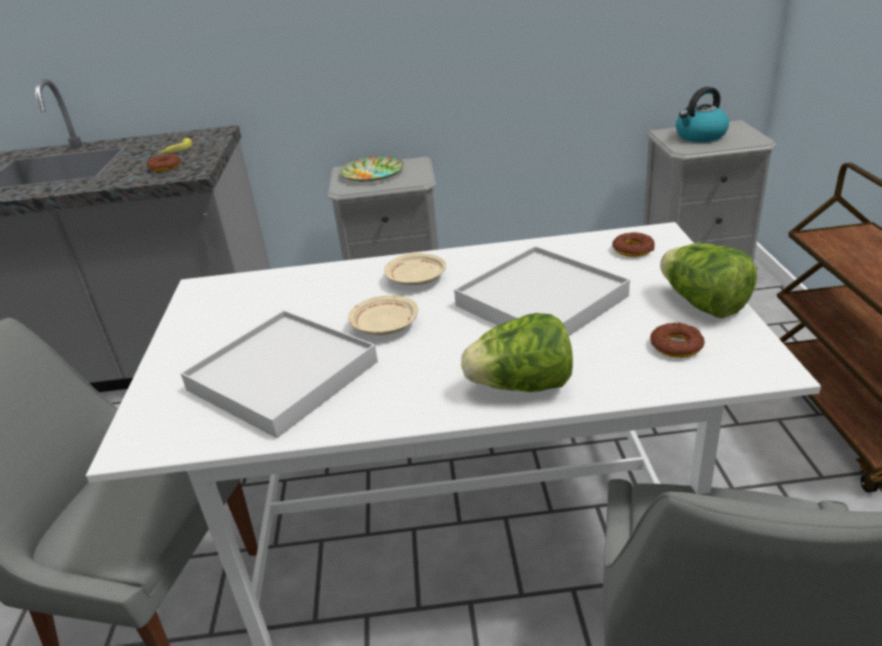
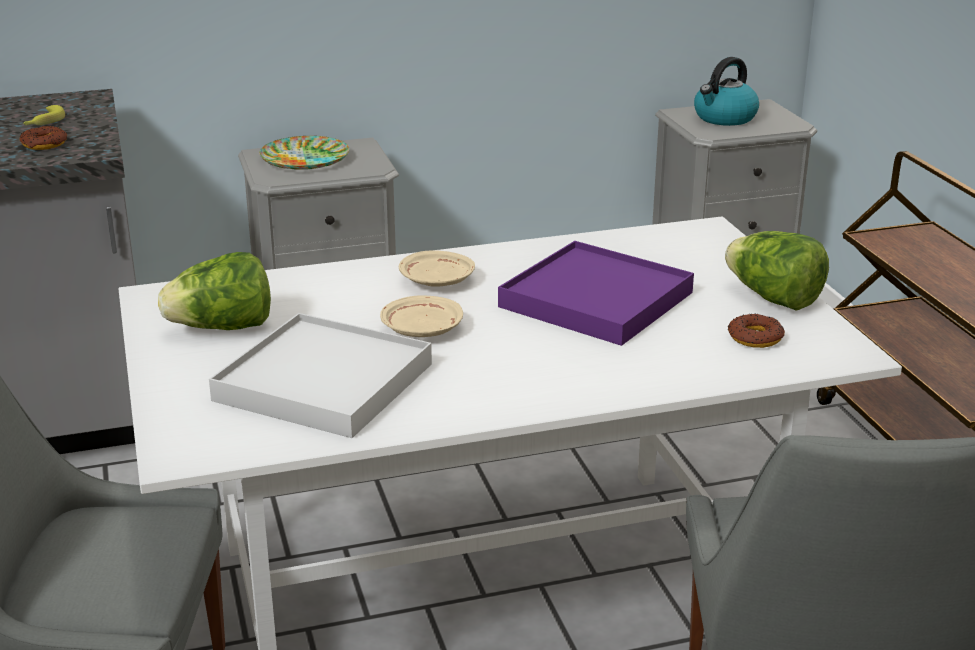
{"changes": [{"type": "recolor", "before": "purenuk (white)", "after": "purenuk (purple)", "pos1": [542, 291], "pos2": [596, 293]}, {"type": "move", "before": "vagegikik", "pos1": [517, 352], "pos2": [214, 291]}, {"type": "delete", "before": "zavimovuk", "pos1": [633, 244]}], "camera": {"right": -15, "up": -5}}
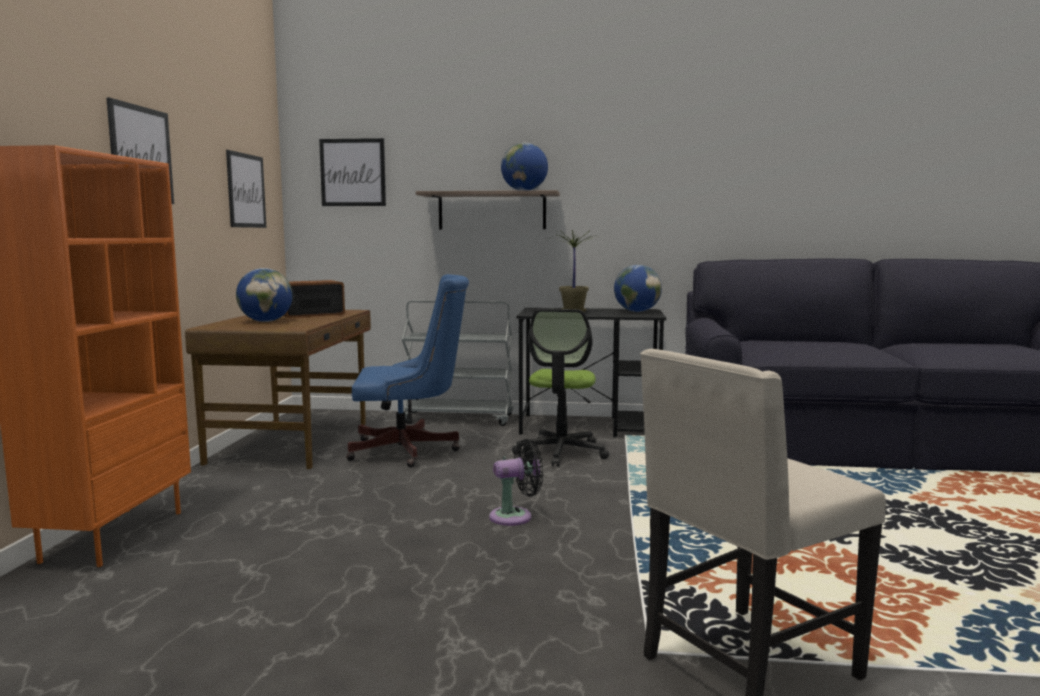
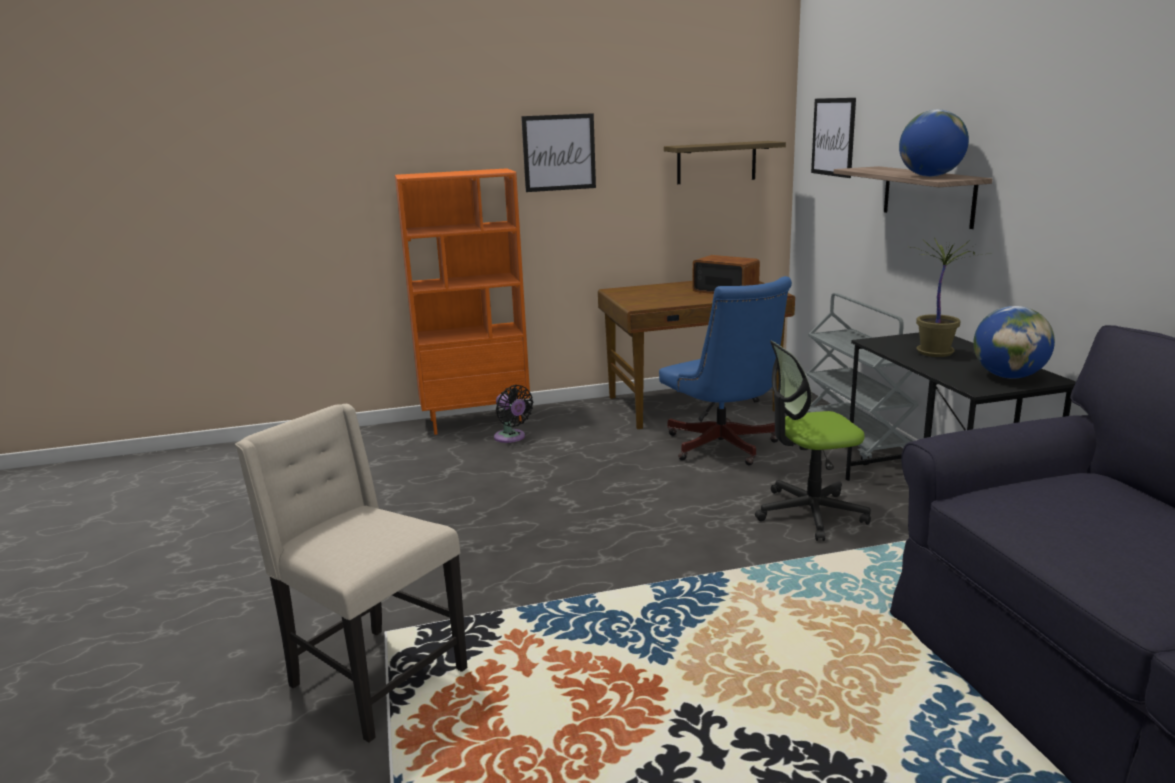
{"changes": [{"type": "replace", "before": "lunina", "after": "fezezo", "pos1": [246, 189], "pos2": [725, 162]}, {"type": "delete", "before": "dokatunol", "pos1": [264, 295]}, {"type": "move", "before": "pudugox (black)", "pos1": [516, 482], "pos2": [513, 414]}], "camera": {"right": 70, "up": 10}}
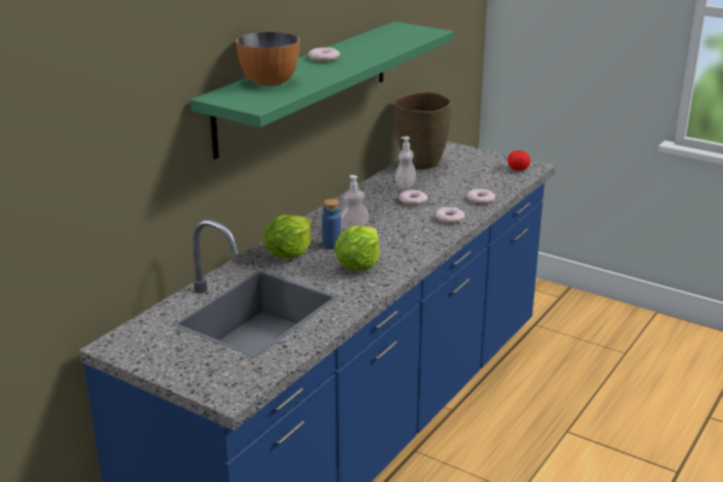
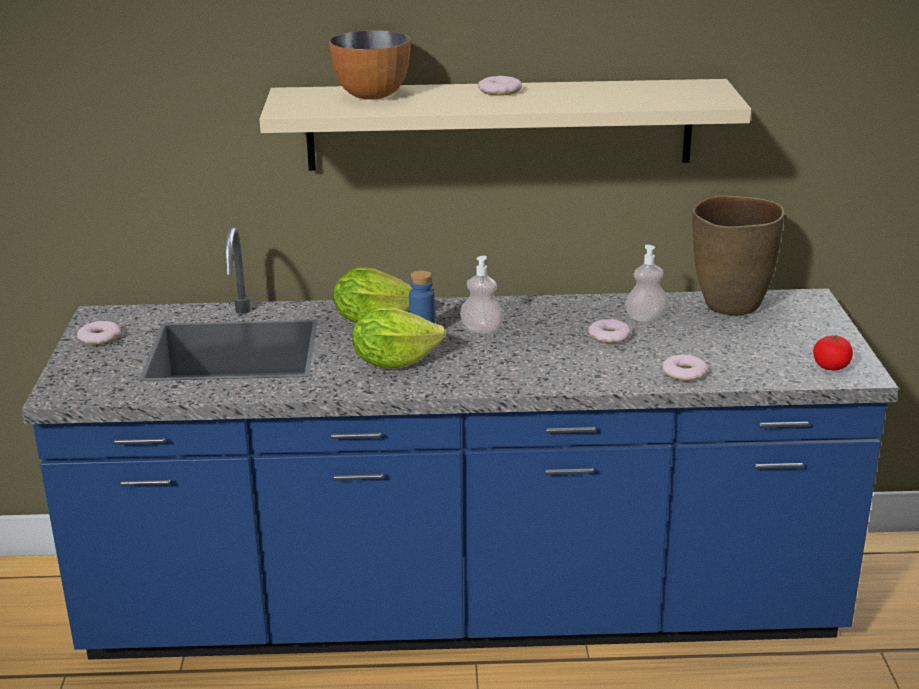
{"changes": [{"type": "recolor", "before": "fezezo (green)", "after": "fezezo (beige)", "pos1": [322, 90], "pos2": [505, 125]}, {"type": "move", "before": "zavimovuk", "pos1": [450, 215], "pos2": [99, 333]}], "camera": {"right": 55, "up": 0}}
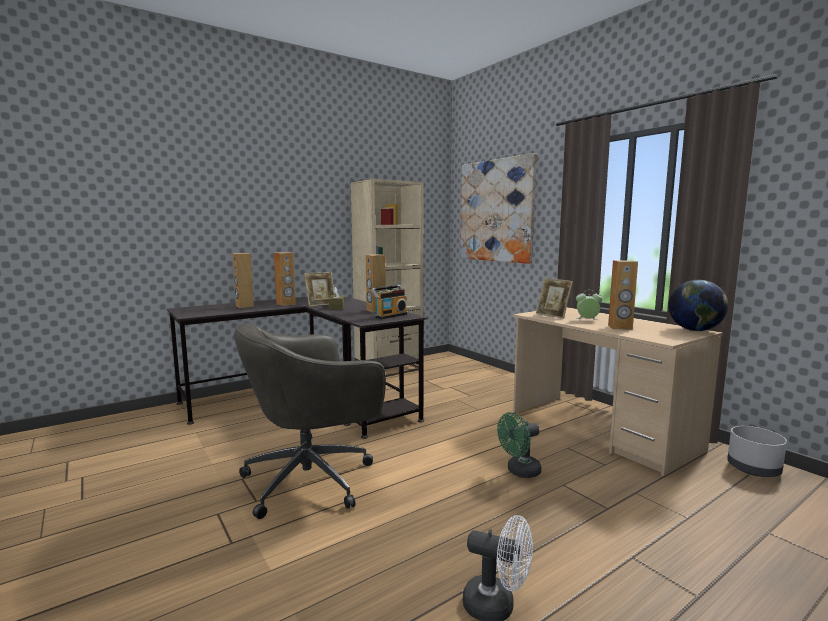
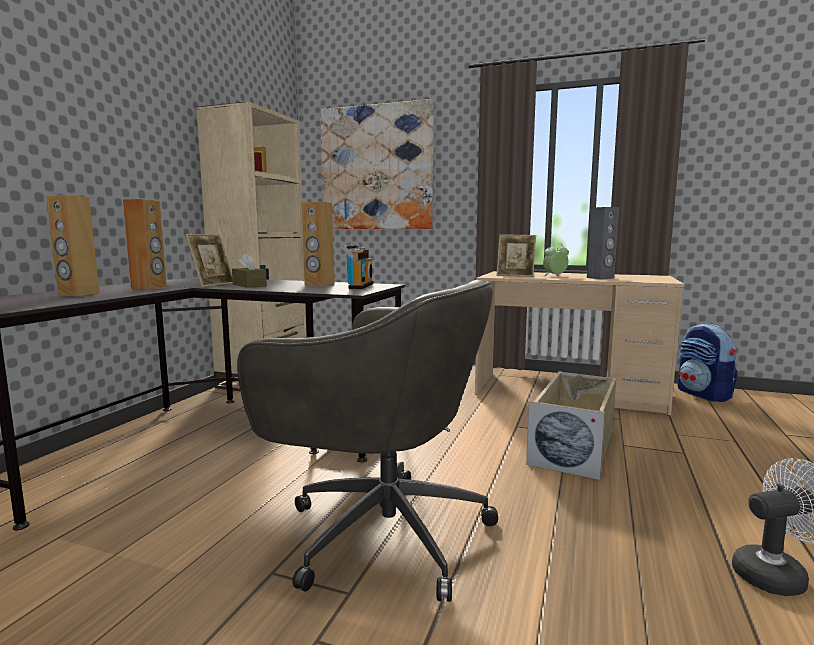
{"changes": [{"type": "rotate", "before": "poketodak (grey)", "pos1": [310, 421], "pos2": [367, 441], "turn": -90}, {"type": "replace", "before": "pudugox (green)", "after": "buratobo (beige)", "pos1": [519, 445], "pos2": [571, 425]}, {"type": "recolor", "before": "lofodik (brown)", "after": "lofodik (grey)", "pos1": [623, 295], "pos2": [603, 243]}, {"type": "delete", "before": "dokatunol", "pos1": [698, 305]}, {"type": "replace", "before": "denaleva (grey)", "after": "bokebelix", "pos1": [757, 451], "pos2": [707, 363]}], "camera": {"right": -35, "up": 0}}
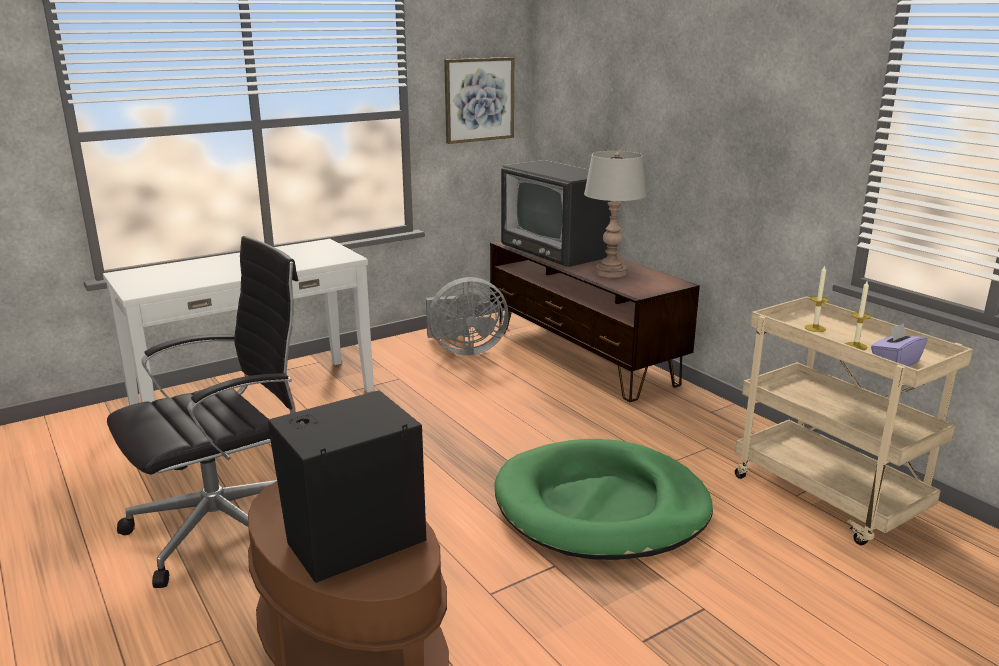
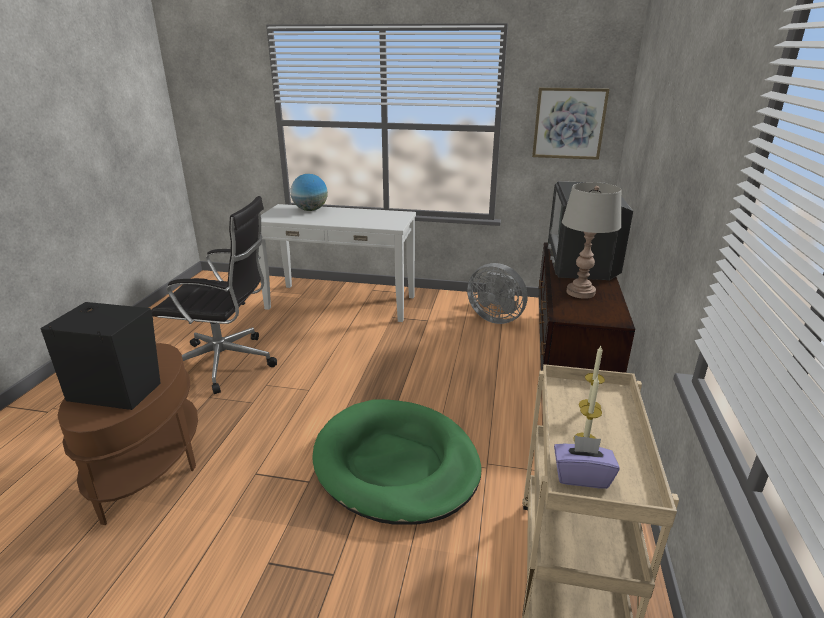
{"changes": [{"type": "insert", "after": "dokatunol", "pos2": [309, 192]}], "camera": {"right": 45, "up": 5}}
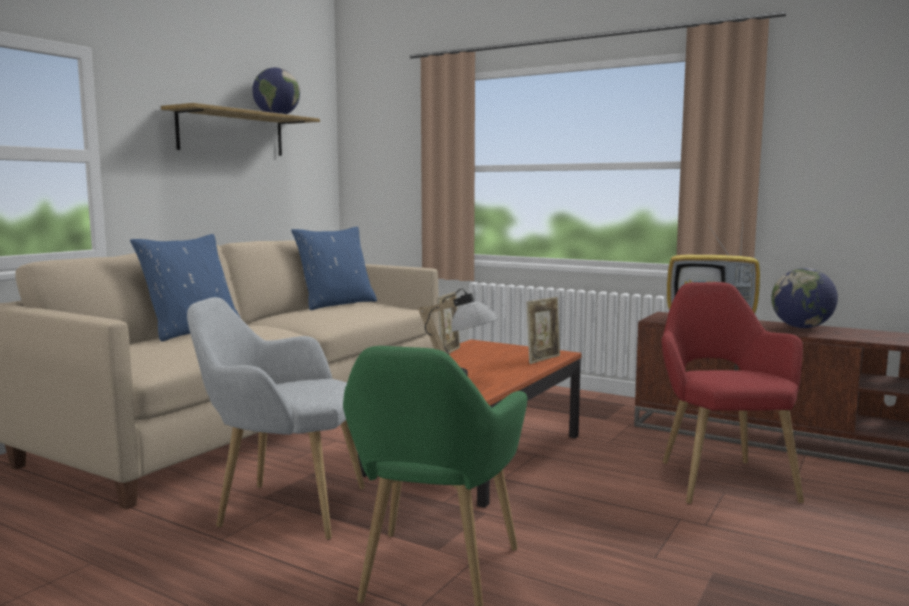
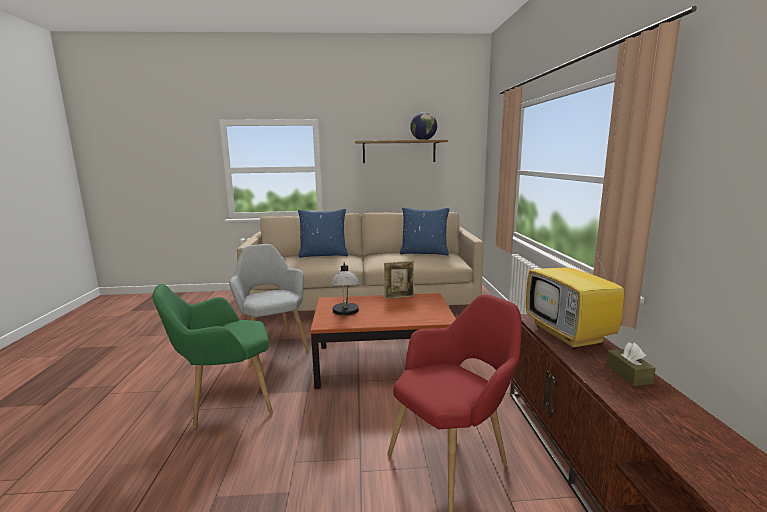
{"changes": [{"type": "delete", "before": "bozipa", "pos1": [543, 330]}, {"type": "replace", "before": "dokatunol", "after": "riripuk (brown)", "pos1": [804, 298], "pos2": [631, 364]}], "camera": {"right": 55, "up": 5}}
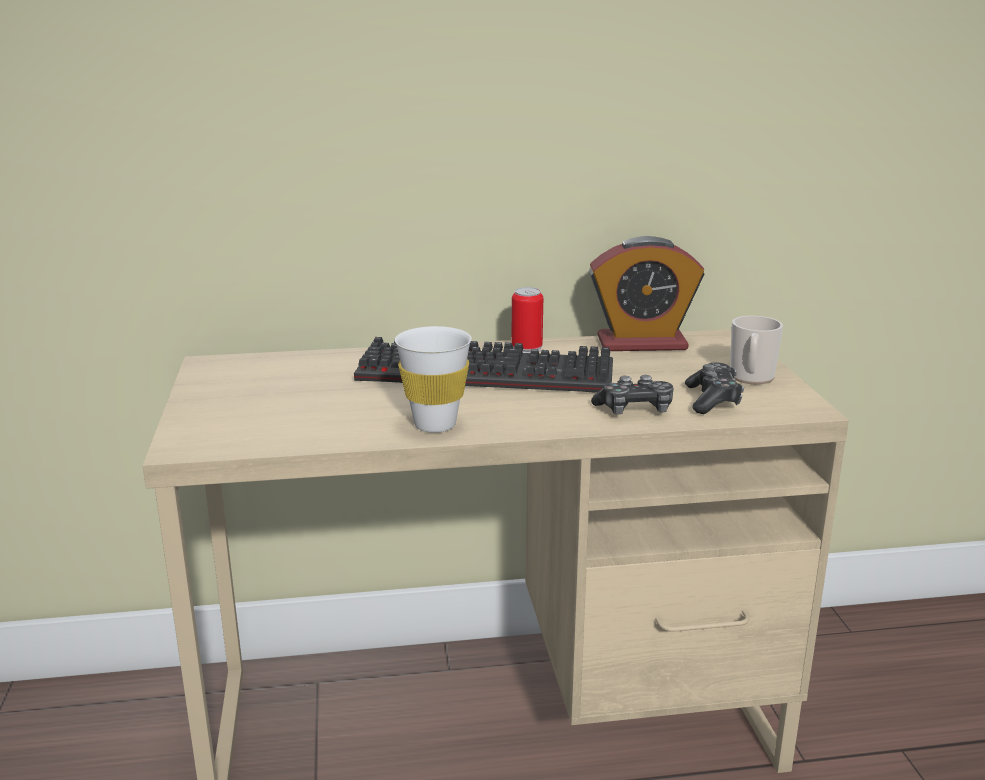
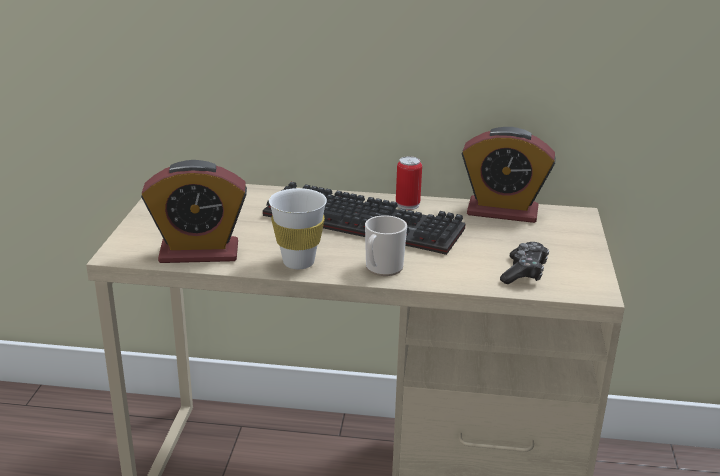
{"changes": [{"type": "delete", "before": "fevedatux", "pos1": [632, 395]}, {"type": "move", "before": "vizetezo", "pos1": [756, 350], "pos2": [386, 245]}, {"type": "insert", "after": "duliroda", "pos2": [194, 211]}], "camera": {"right": 15, "up": 5}}
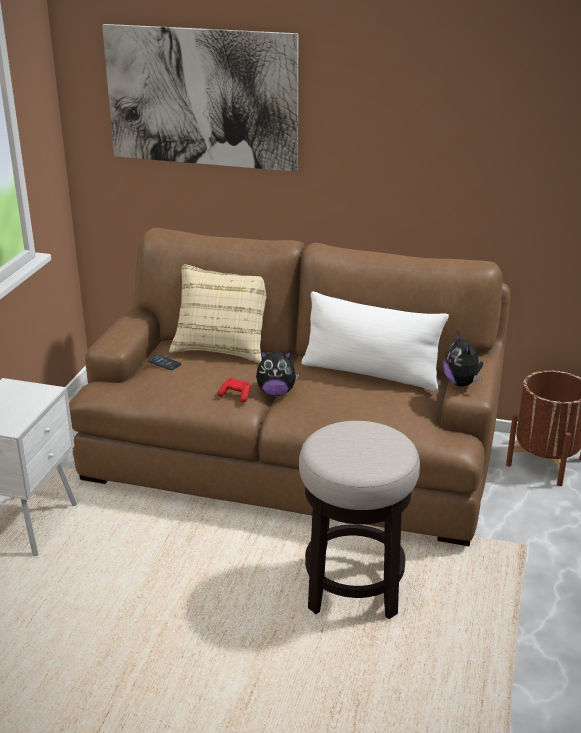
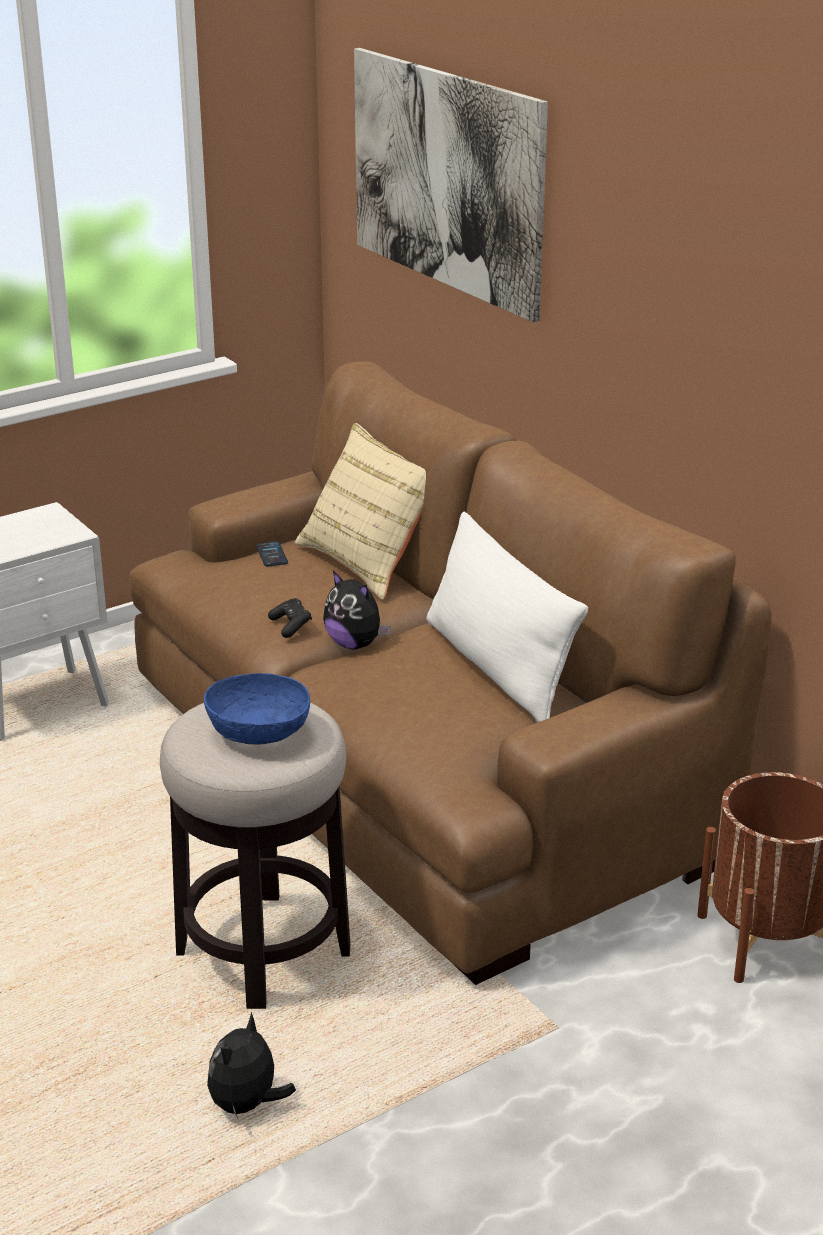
{"changes": [{"type": "recolor", "before": "fevedatux (red)", "after": "fevedatux (black)", "pos1": [234, 390], "pos2": [290, 618]}, {"type": "move", "before": "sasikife", "pos1": [463, 359], "pos2": [251, 1065]}, {"type": "insert", "after": "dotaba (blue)", "pos2": [257, 708]}], "camera": {"right": 40, "up": 0}}
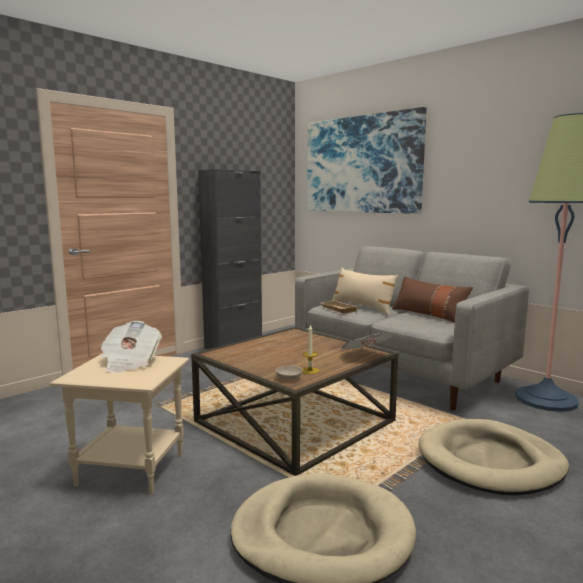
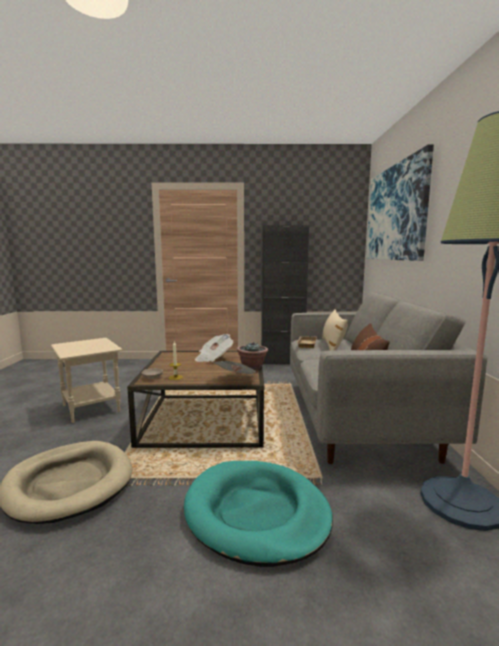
{"changes": [{"type": "move", "before": "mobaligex", "pos1": [131, 347], "pos2": [214, 348]}, {"type": "recolor", "before": "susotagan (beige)", "after": "susotagan (turquoise)", "pos1": [494, 457], "pos2": [258, 514]}, {"type": "insert", "after": "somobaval", "pos2": [252, 356]}], "camera": {"right": 45, "up": 0}}
